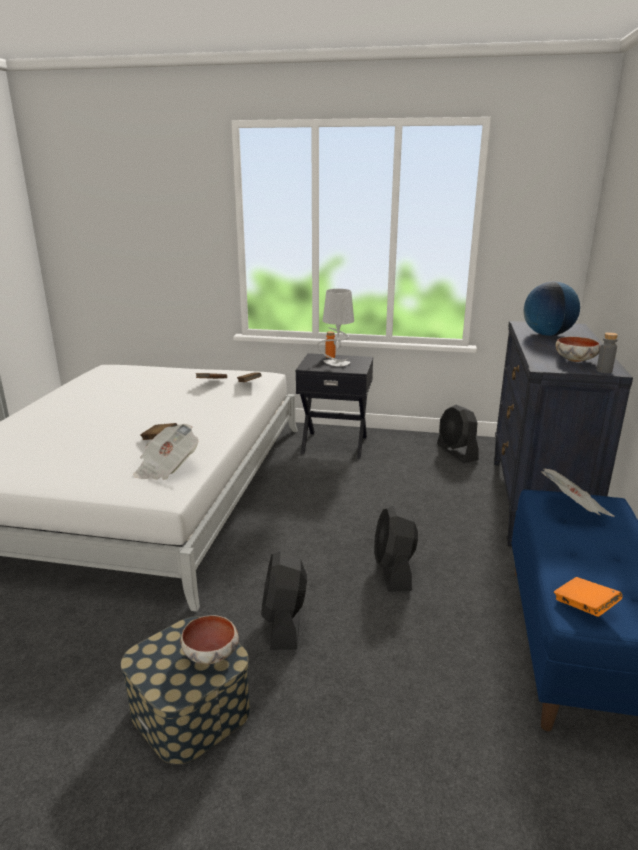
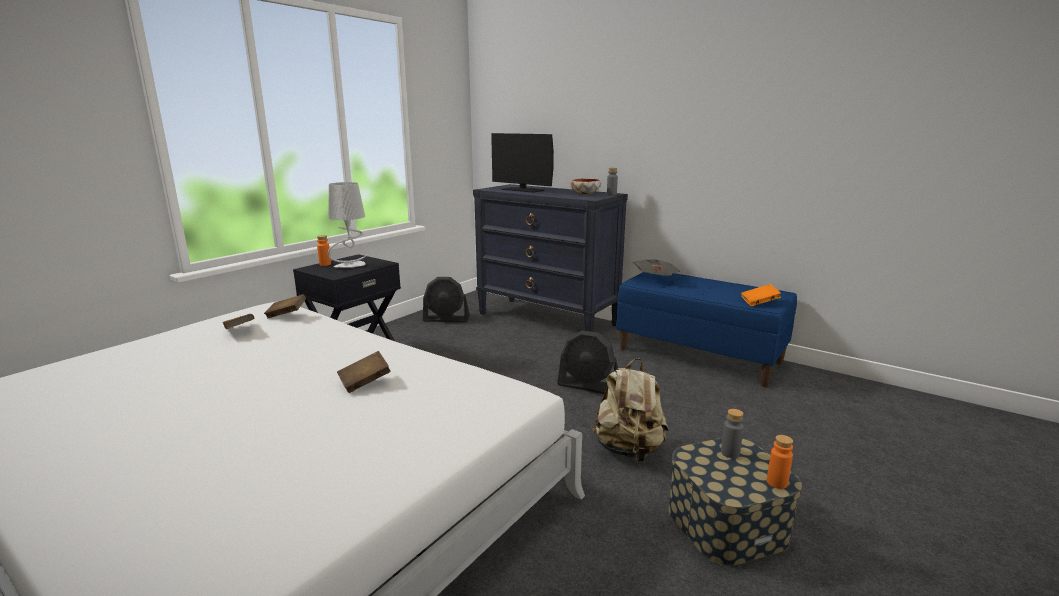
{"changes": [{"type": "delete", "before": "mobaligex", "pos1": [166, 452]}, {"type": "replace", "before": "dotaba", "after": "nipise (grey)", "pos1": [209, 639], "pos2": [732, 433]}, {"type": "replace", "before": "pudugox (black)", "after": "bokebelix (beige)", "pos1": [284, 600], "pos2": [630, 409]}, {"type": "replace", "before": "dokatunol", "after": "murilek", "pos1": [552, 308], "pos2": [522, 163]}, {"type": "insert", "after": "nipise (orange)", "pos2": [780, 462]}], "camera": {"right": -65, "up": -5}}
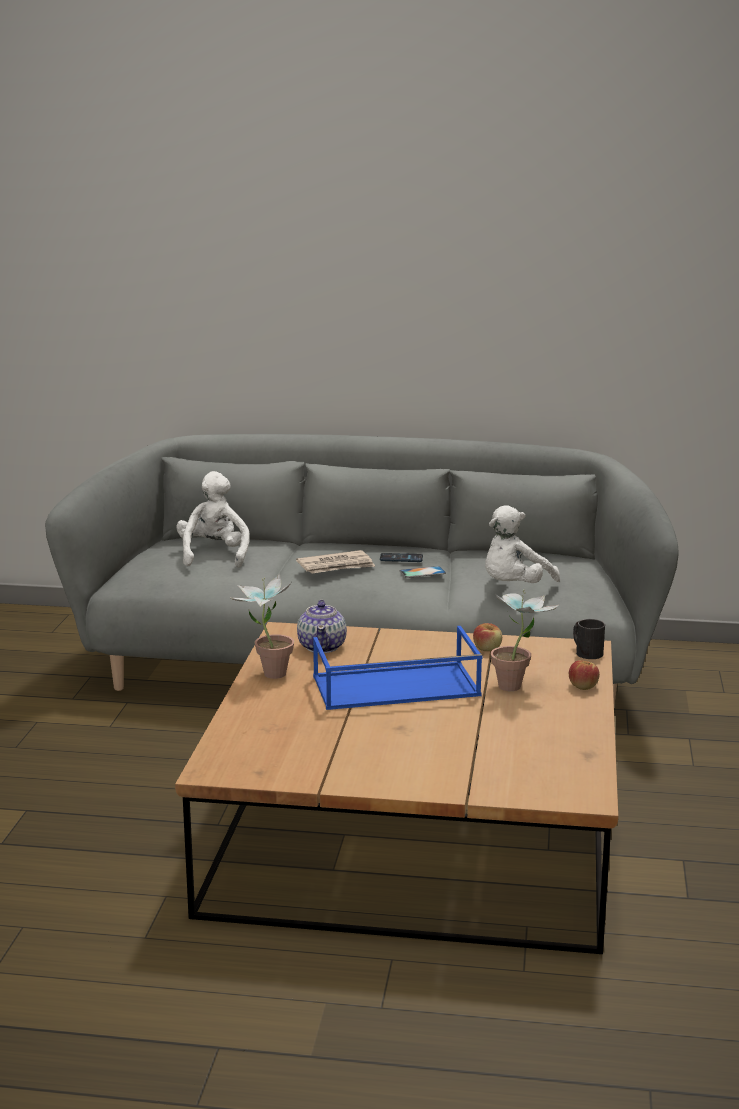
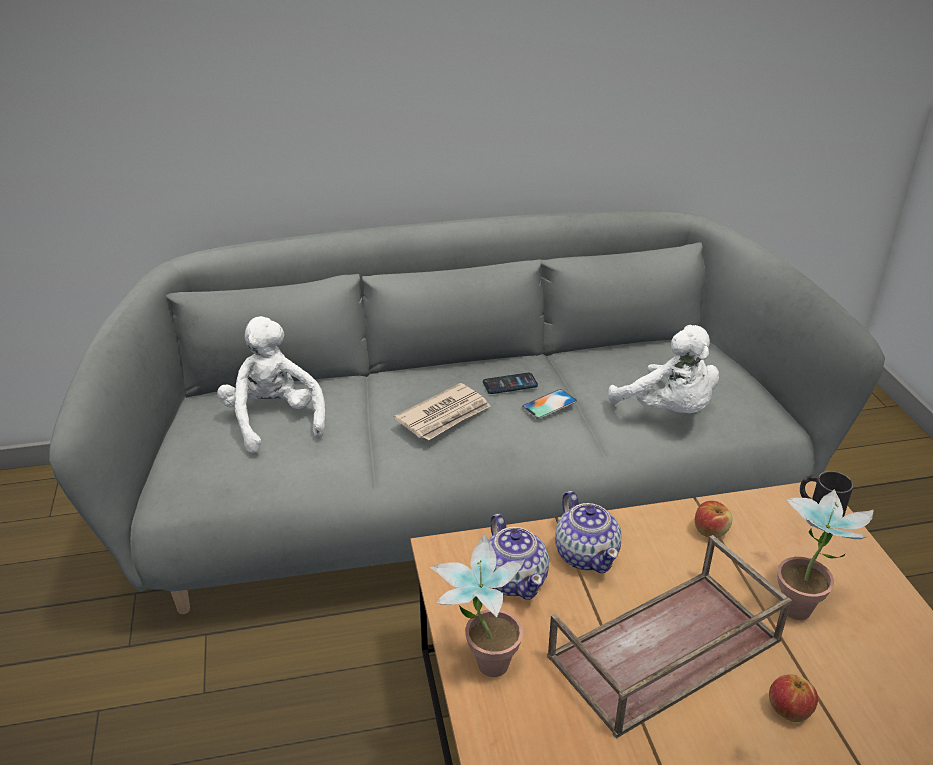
{"changes": [{"type": "recolor", "before": "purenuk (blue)", "after": "purenuk (brown)", "pos1": [397, 668], "pos2": [669, 637]}, {"type": "rotate", "before": "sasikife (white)", "pos1": [522, 544], "pos2": [663, 369], "turn": -60}, {"type": "move", "before": "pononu", "pos1": [584, 675], "pos2": [793, 698]}, {"type": "insert", "after": "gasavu", "pos2": [588, 532]}], "camera": {"right": -20, "up": 15}}
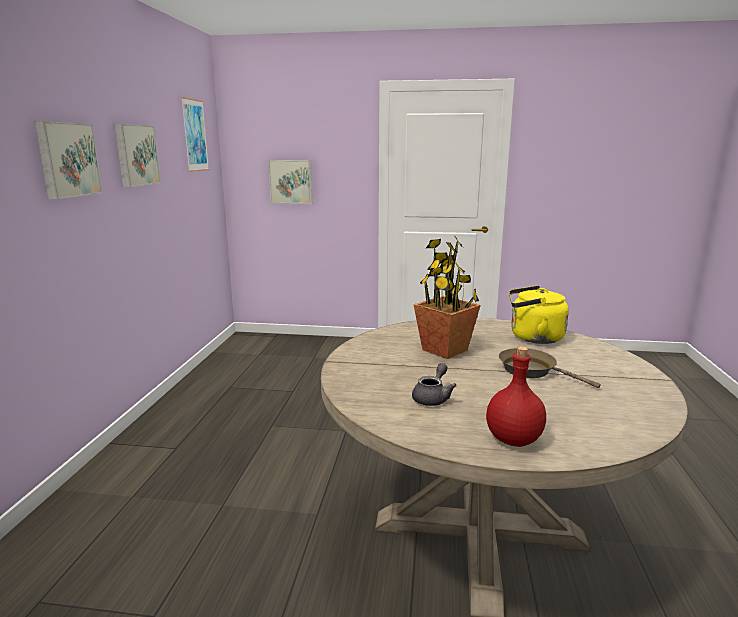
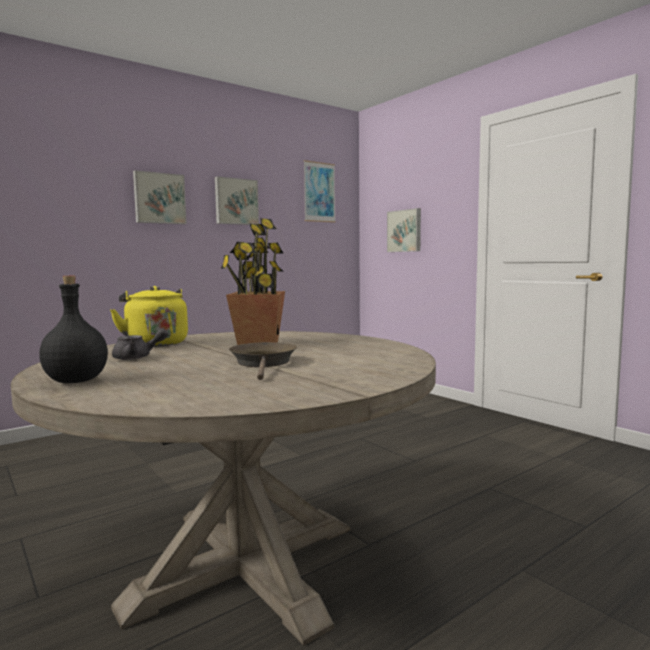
{"changes": [{"type": "recolor", "before": "nipise (red)", "after": "nipise (black)", "pos1": [516, 396], "pos2": [73, 329]}, {"type": "move", "before": "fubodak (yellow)", "pos1": [539, 315], "pos2": [149, 316]}], "camera": {"right": 45, "up": -10}}
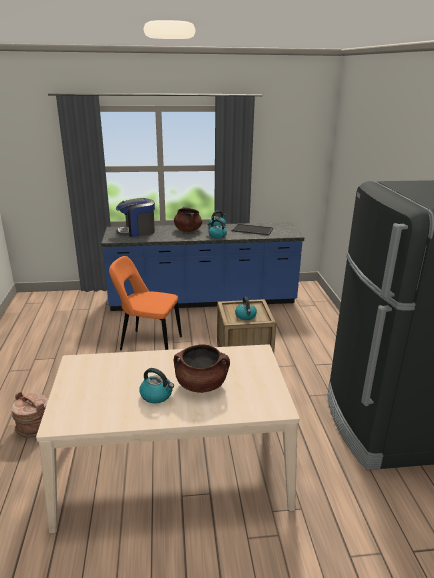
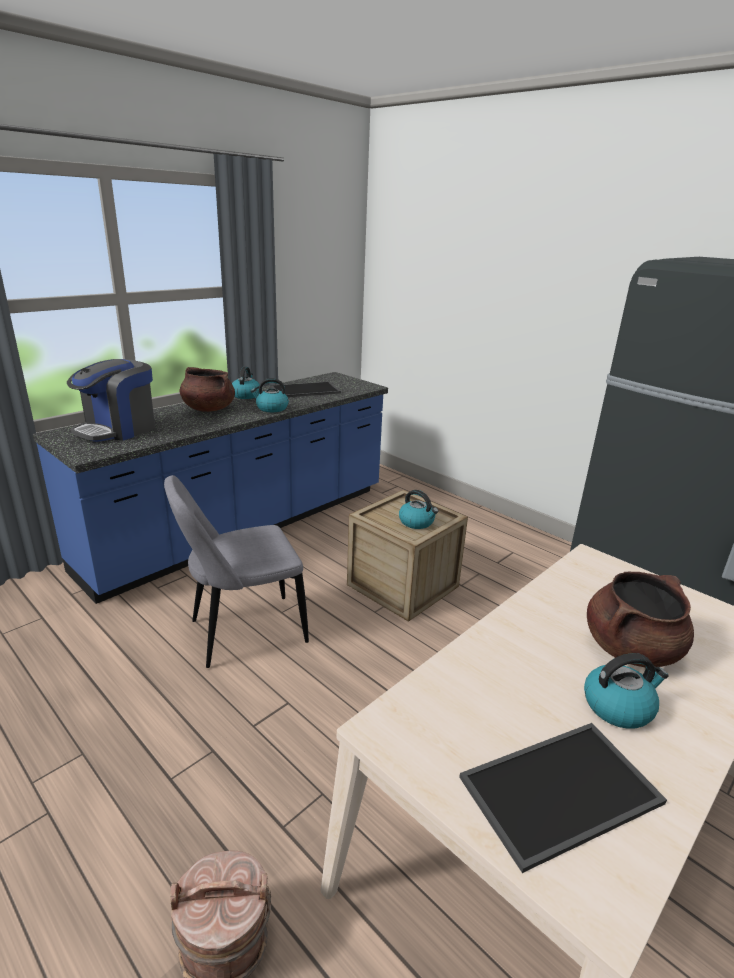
{"changes": [{"type": "recolor", "before": "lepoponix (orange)", "after": "lepoponix (grey)", "pos1": [145, 303], "pos2": [236, 571]}, {"type": "insert", "after": "purenuk", "pos2": [563, 798]}], "camera": {"right": -40, "up": 0}}
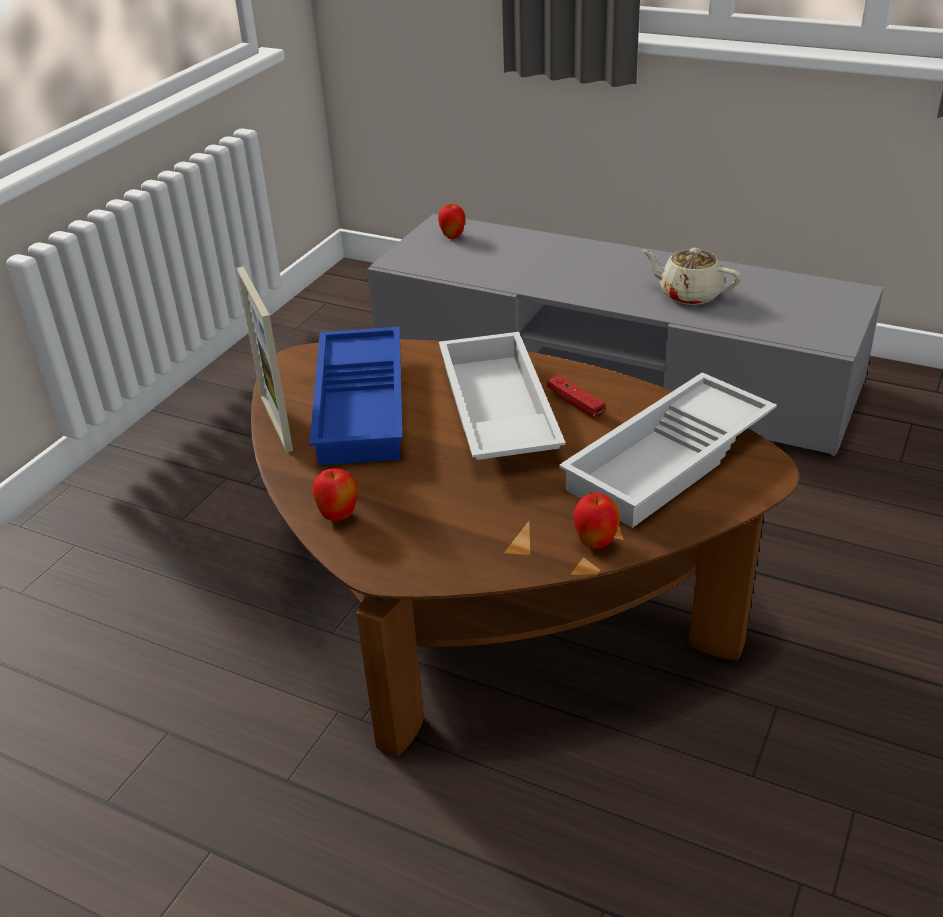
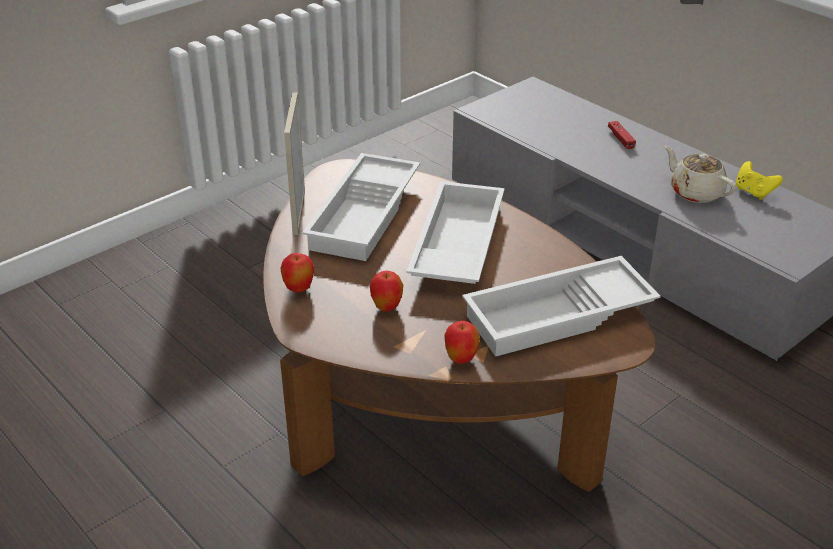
{"changes": [{"type": "recolor", "before": "purenuk (blue)", "after": "purenuk (white)", "pos1": [356, 396], "pos2": [361, 207]}, {"type": "move", "before": "pononu", "pos1": [451, 221], "pos2": [386, 291]}, {"type": "move", "before": "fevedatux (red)", "pos1": [576, 396], "pos2": [622, 135]}, {"type": "insert", "after": "fevedatux (yellow)", "pos2": [759, 180]}], "camera": {"right": 20, "up": 0}}
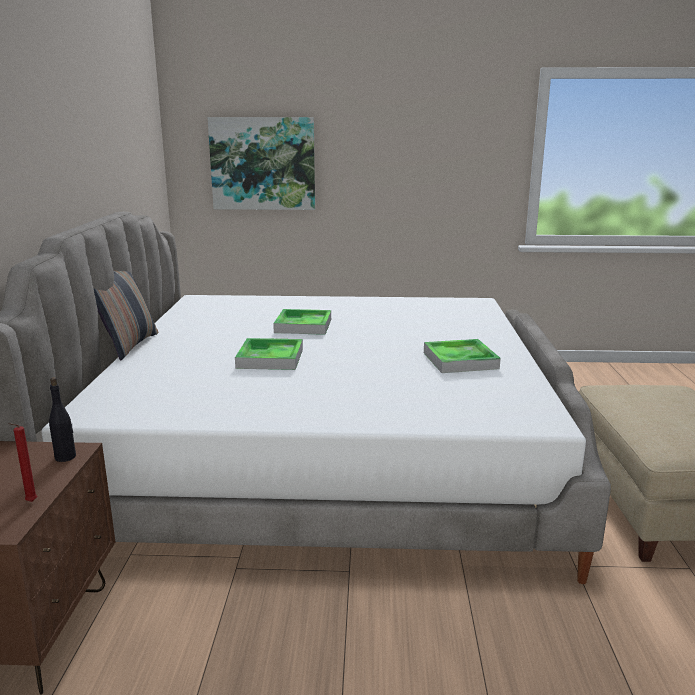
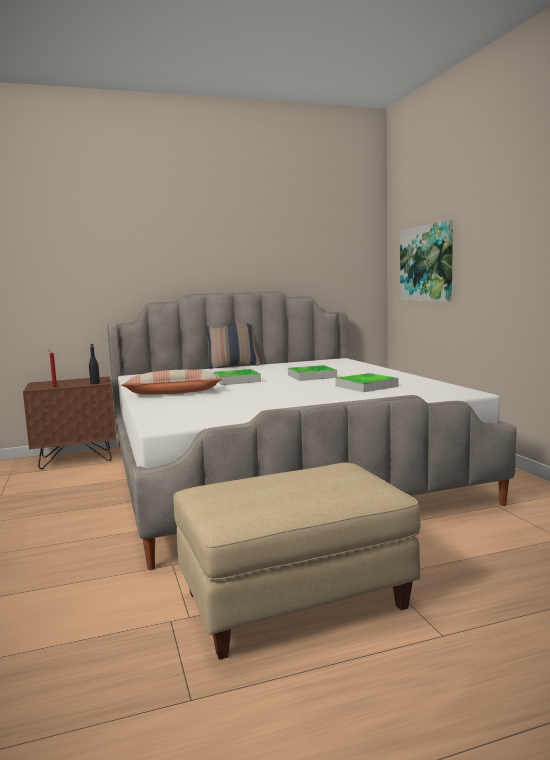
{"changes": [{"type": "move", "before": "purenuk", "pos1": [462, 356], "pos2": [367, 382]}, {"type": "insert", "after": "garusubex", "pos2": [171, 382]}], "camera": {"right": 70, "up": -10}}
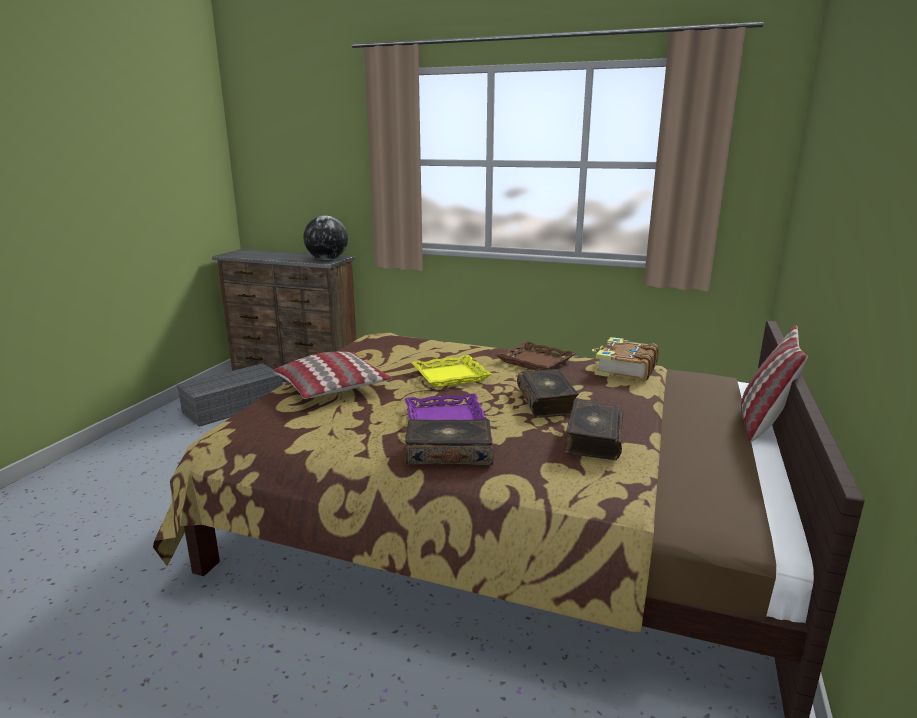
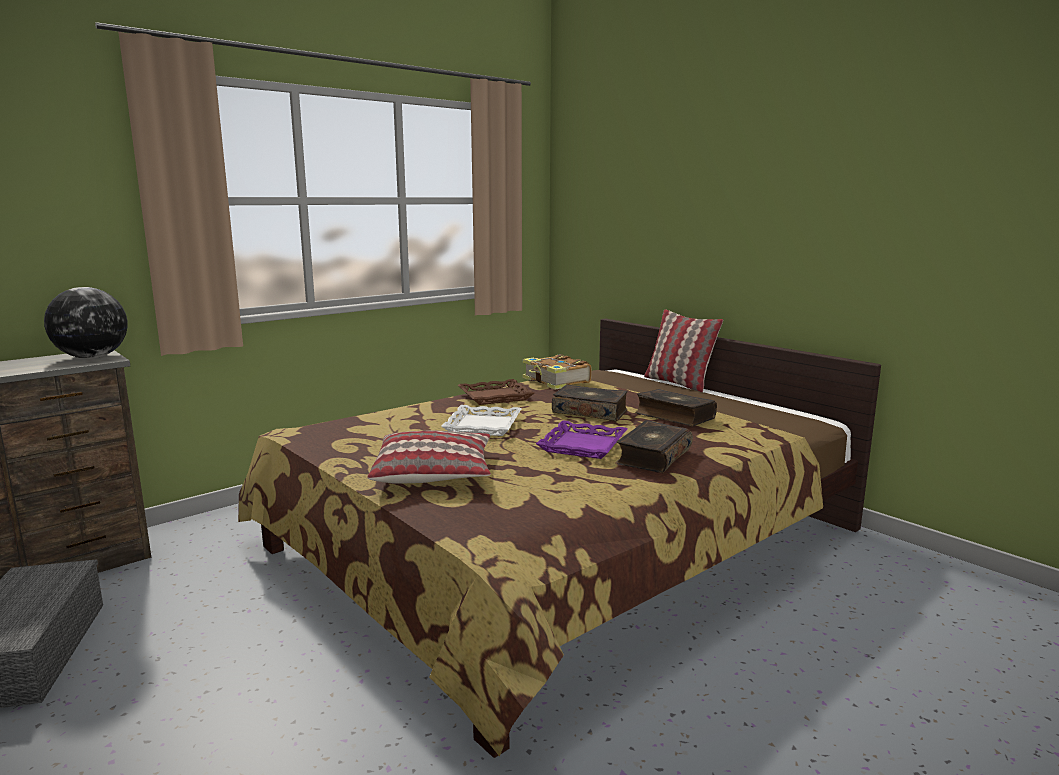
{"changes": [{"type": "recolor", "before": "purenuk (yellow)", "after": "purenuk (white)", "pos1": [451, 371], "pos2": [481, 420]}], "camera": {"right": -60, "up": -5}}
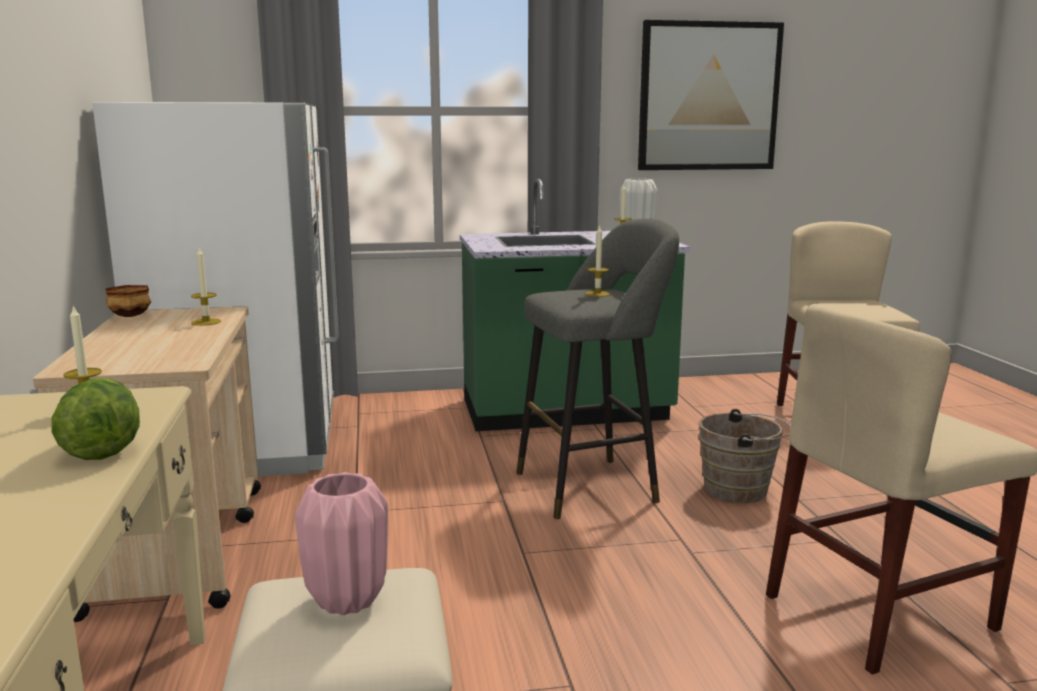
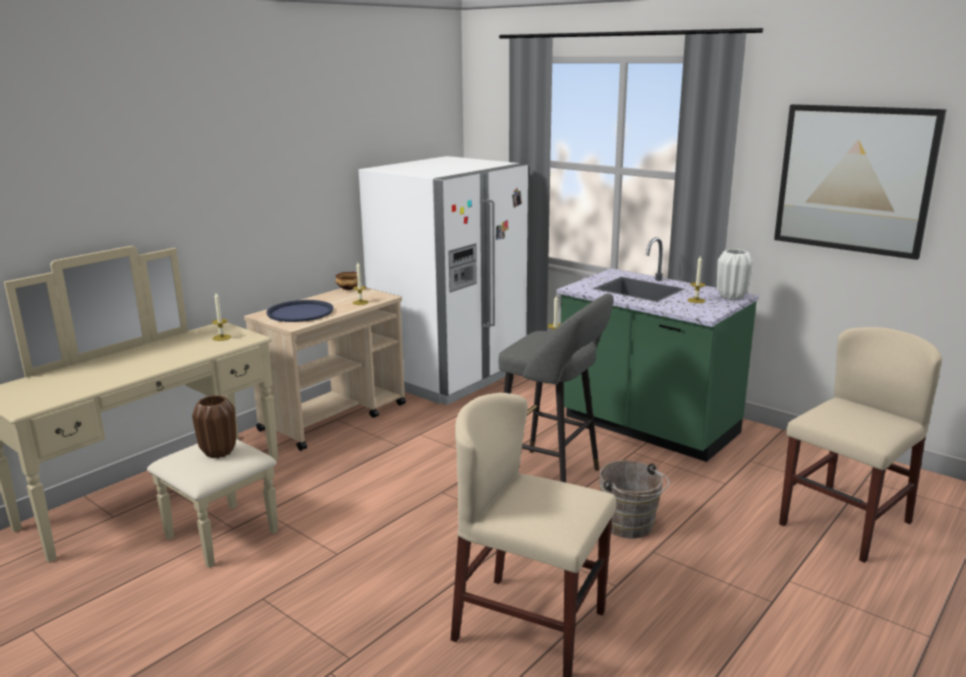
{"changes": [{"type": "delete", "before": "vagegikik", "pos1": [95, 419]}, {"type": "recolor", "before": "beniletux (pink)", "after": "beniletux (brown)", "pos1": [341, 543], "pos2": [214, 426]}, {"type": "insert", "after": "purenuk (blue)", "pos2": [300, 311]}], "camera": {"right": 50, "up": 5}}
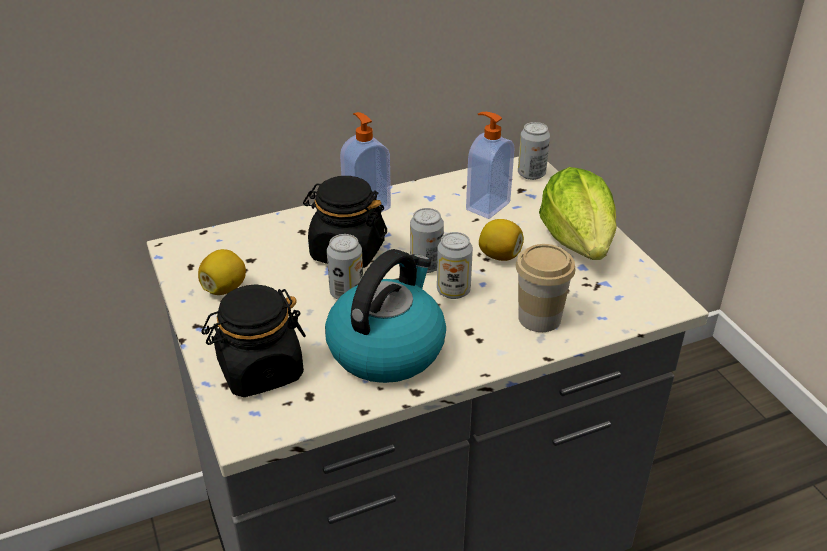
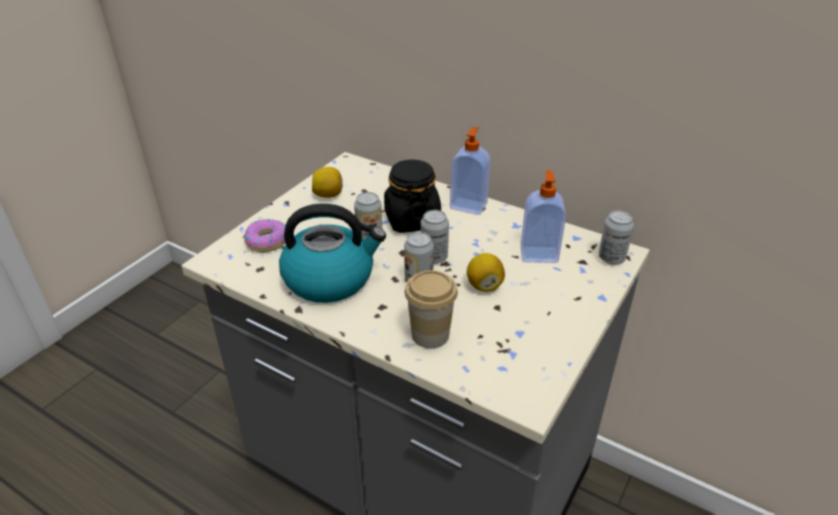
{"changes": [{"type": "replace", "before": "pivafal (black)", "after": "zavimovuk", "pos1": [253, 340], "pos2": [264, 235]}, {"type": "delete", "before": "vagegikik", "pos1": [578, 213]}], "camera": {"right": 55, "up": 0}}
